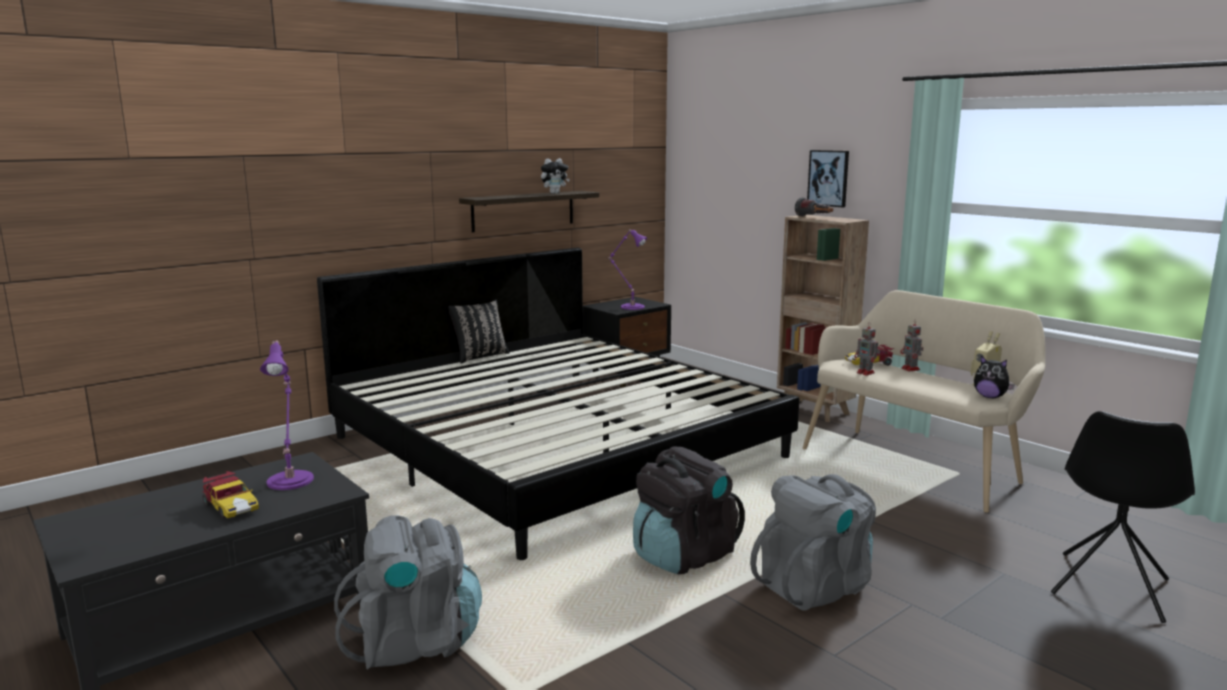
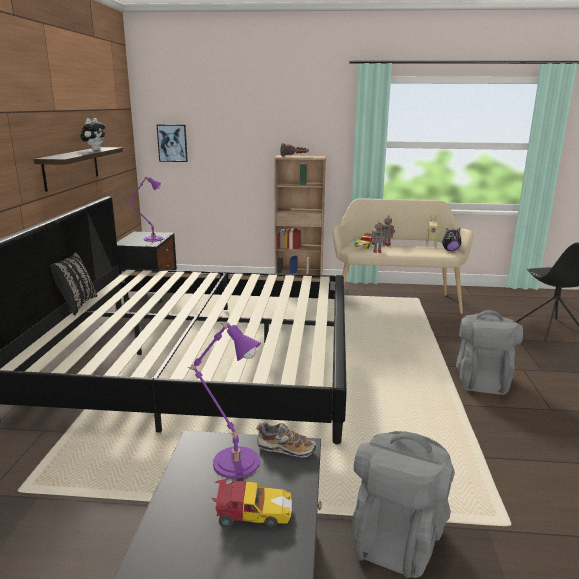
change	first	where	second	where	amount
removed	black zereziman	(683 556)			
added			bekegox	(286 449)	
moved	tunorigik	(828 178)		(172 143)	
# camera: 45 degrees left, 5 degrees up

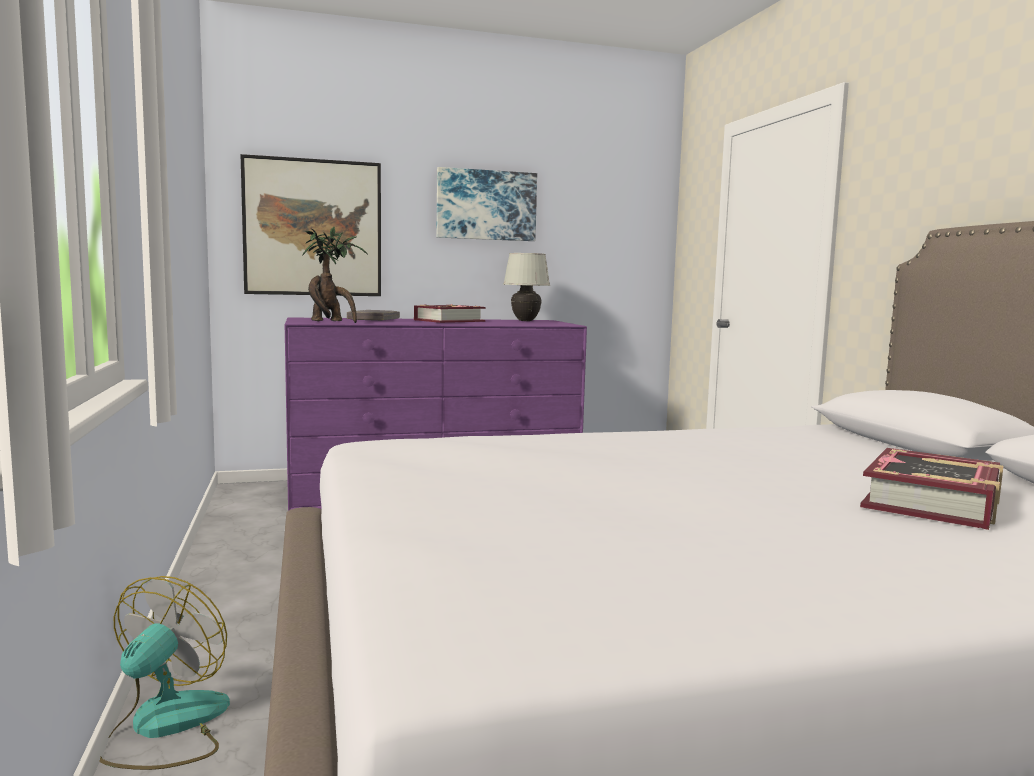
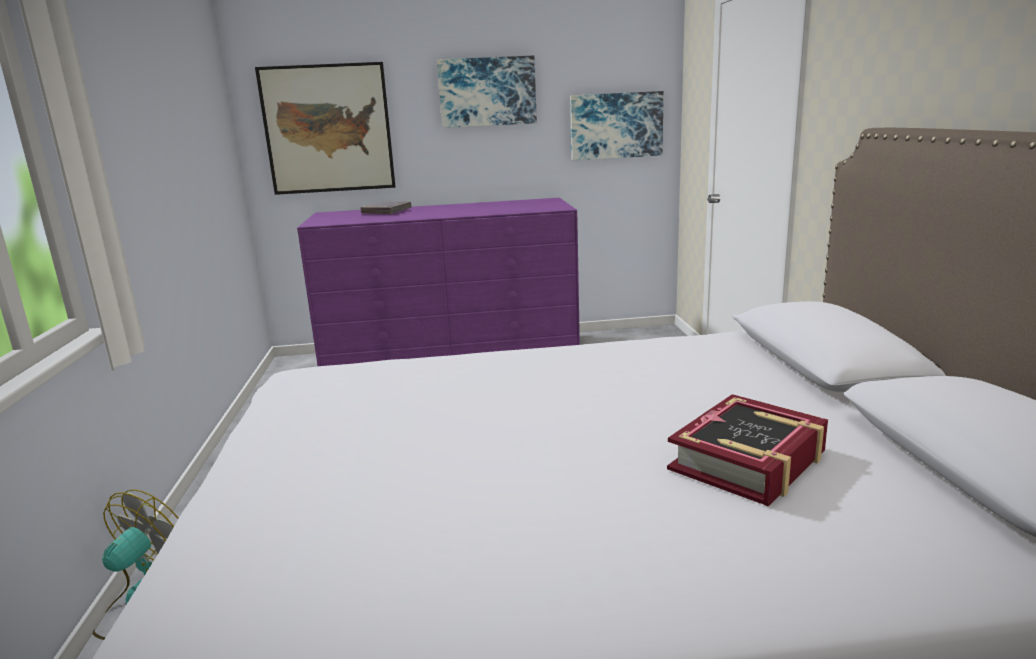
change	first	where	second	where	amount
removed	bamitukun	(331 322)			
removed	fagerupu	(449 321)			
removed	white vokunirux	(525 321)			
added			tunorigik	(616 125)	
# camera: 10 degrees right, 10 degrees up

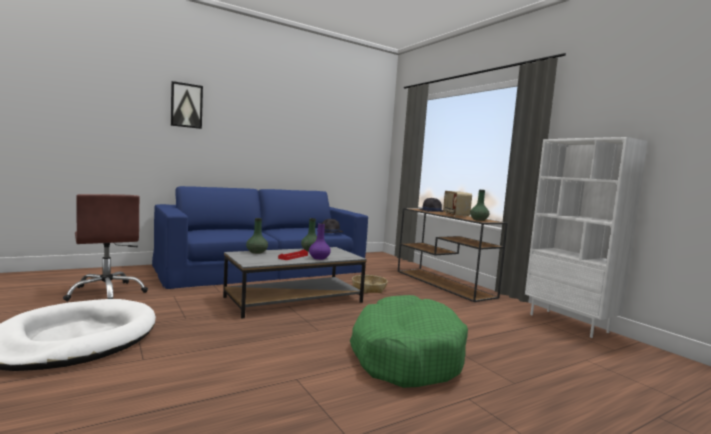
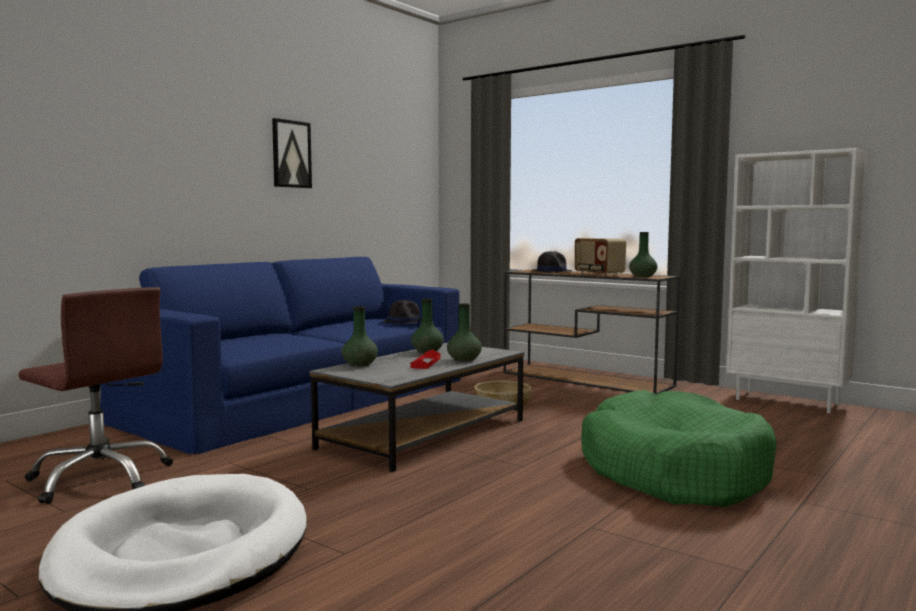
change	first	where	second	where	amount
moved	tunorigik	(186 105)		(291 154)	
recoloured	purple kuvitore	(319 258)	green kuvitore	(464 360)	
# camera: 20 degrees left, 0 degrees up

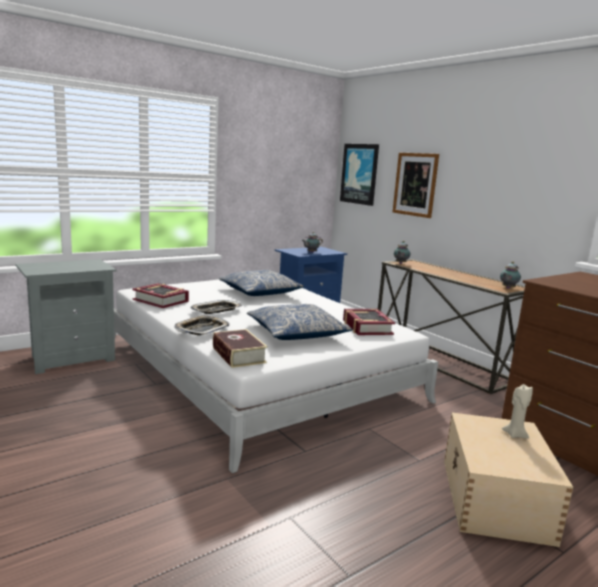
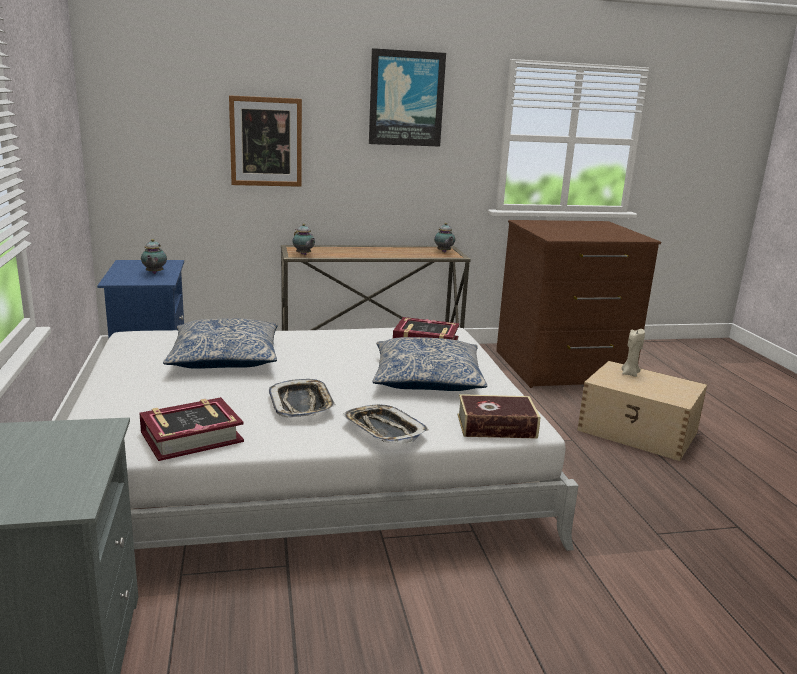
change	first	where	second	where	amount
moved	tunorigik	(359 174)		(406 98)	
# camera: 65 degrees left, 5 degrees up

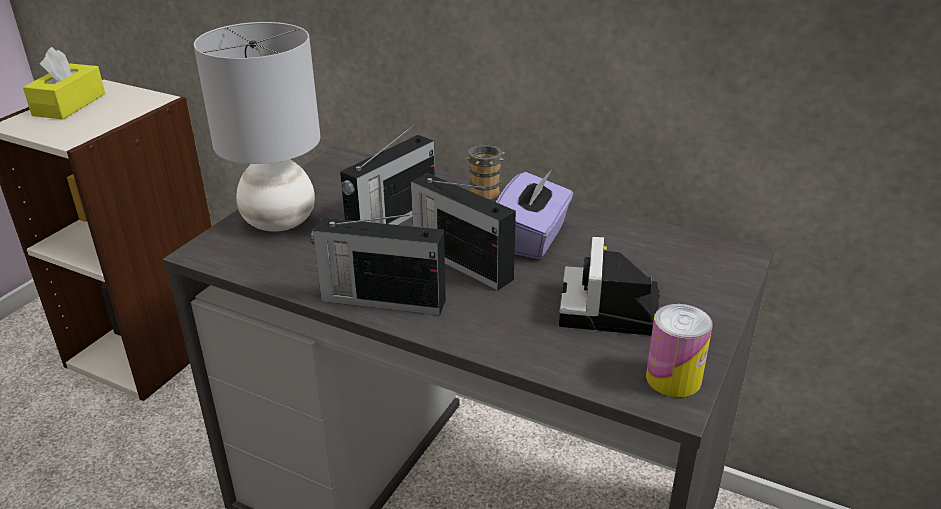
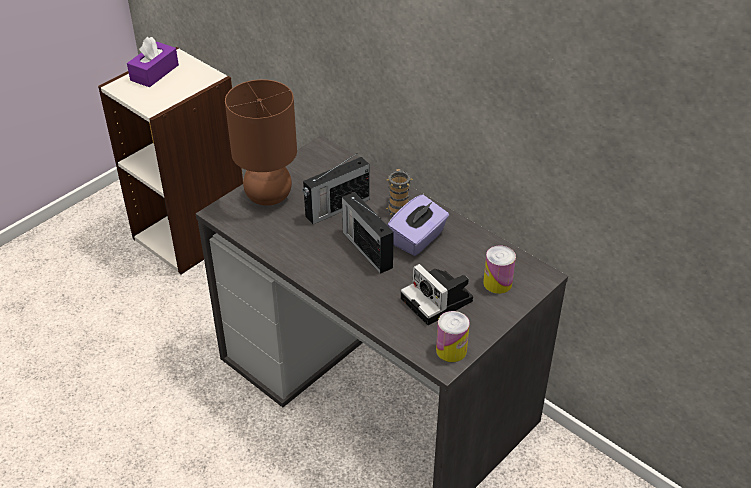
change	first	where	second	where	amount
removed	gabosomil	(381 300)			
added			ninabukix	(497 283)	
recoloured	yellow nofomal	(69 104)	purple nofomal	(154 73)	
recoloured	grey vokunirux	(278 220)	brown vokunirux	(268 196)	
turned	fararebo	(610 311)		(439 301)	60 degrees counterclockwise
# camera: 15 degrees right, 10 degrees up

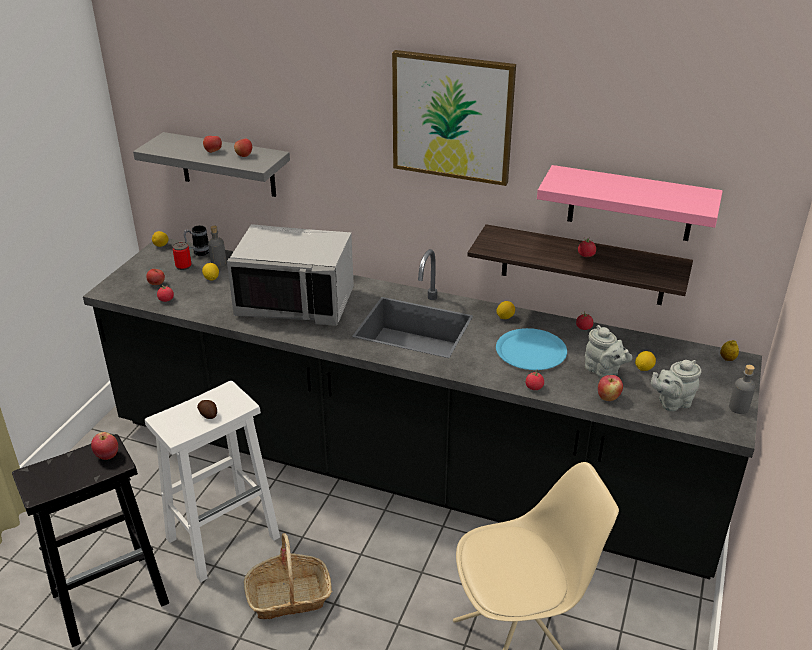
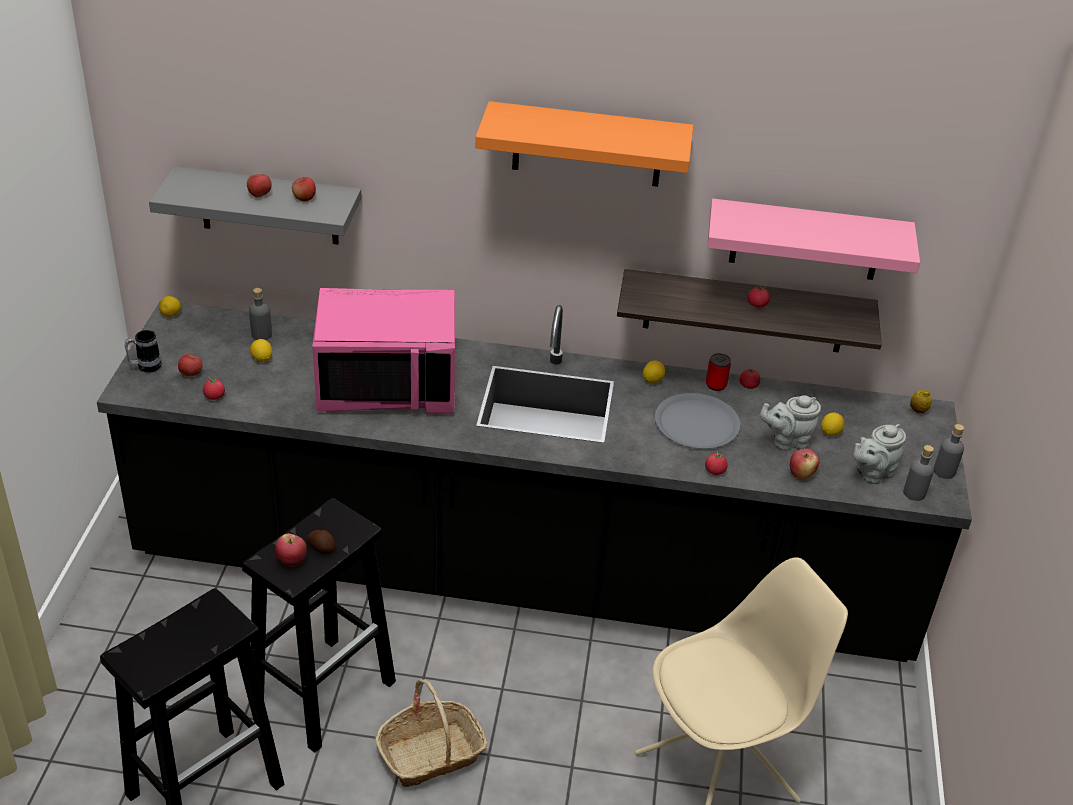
change	first	where	second	where	amount
added			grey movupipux	(914 493)	
moved	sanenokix	(107 455)		(292 561)	
moved	ninabukix	(183 266)		(716 385)	
moved	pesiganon	(198 253)		(145 367)	
replaced	tunorigik	(452 117)	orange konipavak	(587 145)	
recoloured	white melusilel	(224 537)	black melusilel	(325 691)	
recoloured	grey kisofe	(296 302)	pink kisofe	(387 383)	
recoloured	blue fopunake	(531 351)	grey fopunake	(696 423)	
turned	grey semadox	(603 371)		(787 441)	135 degrees clockwise
# camera: 15 degrees left, 5 degrees up

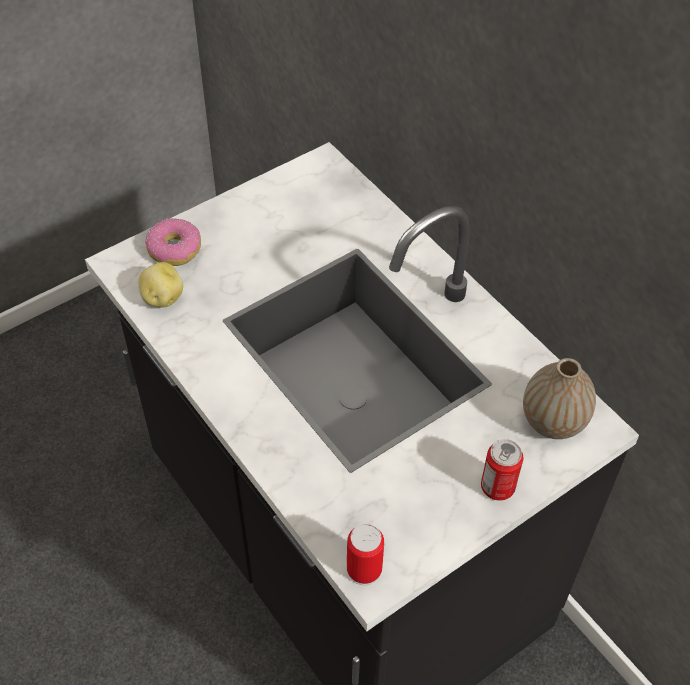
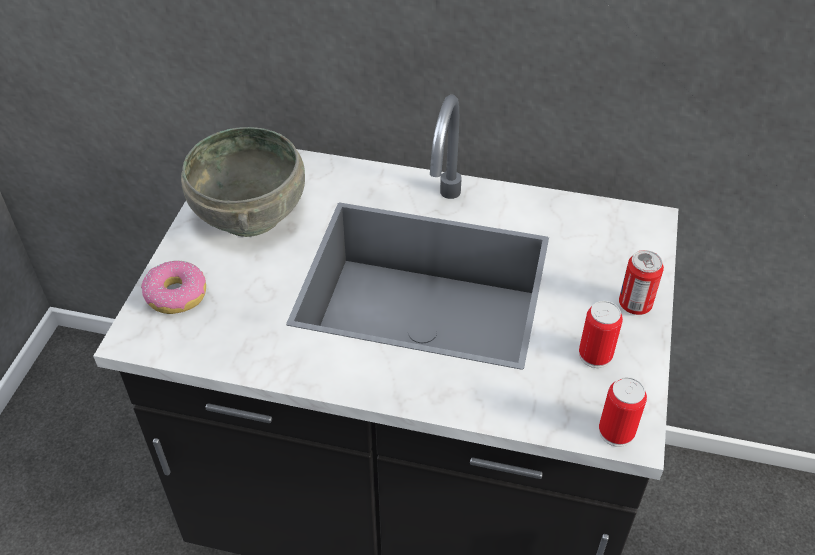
change	first	where	second	where	amount
removed	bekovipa	(162 298)			
removed	kuvitore	(553 422)			
added			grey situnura	(251 213)	
added			ninabukix	(595 355)	
# camera: 40 degrees left, 5 degrees down

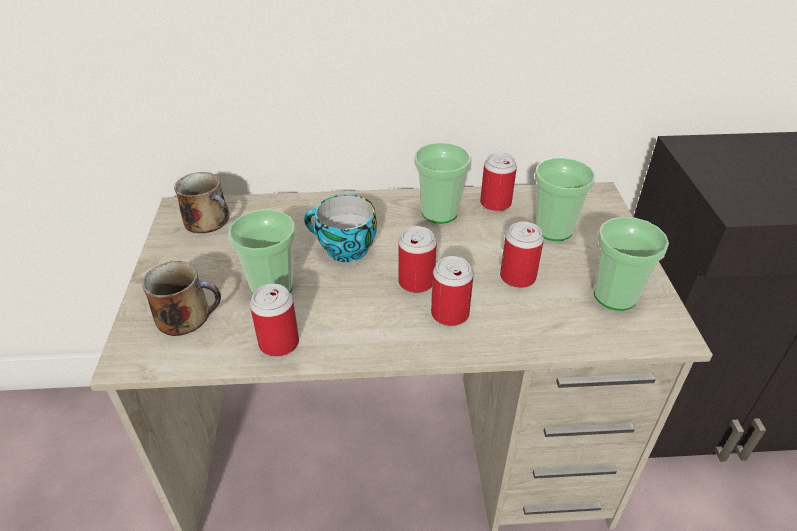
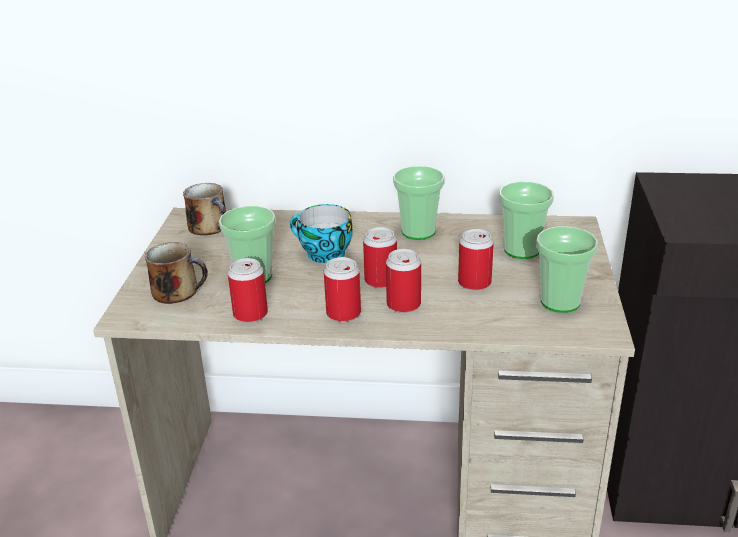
change	first	where	second	where	amount
moved	ninabukix	(495 203)		(343 313)	
# camera: 10 degrees right, 10 degrees down

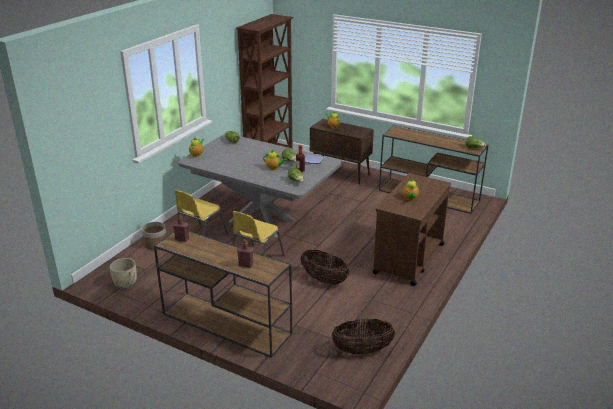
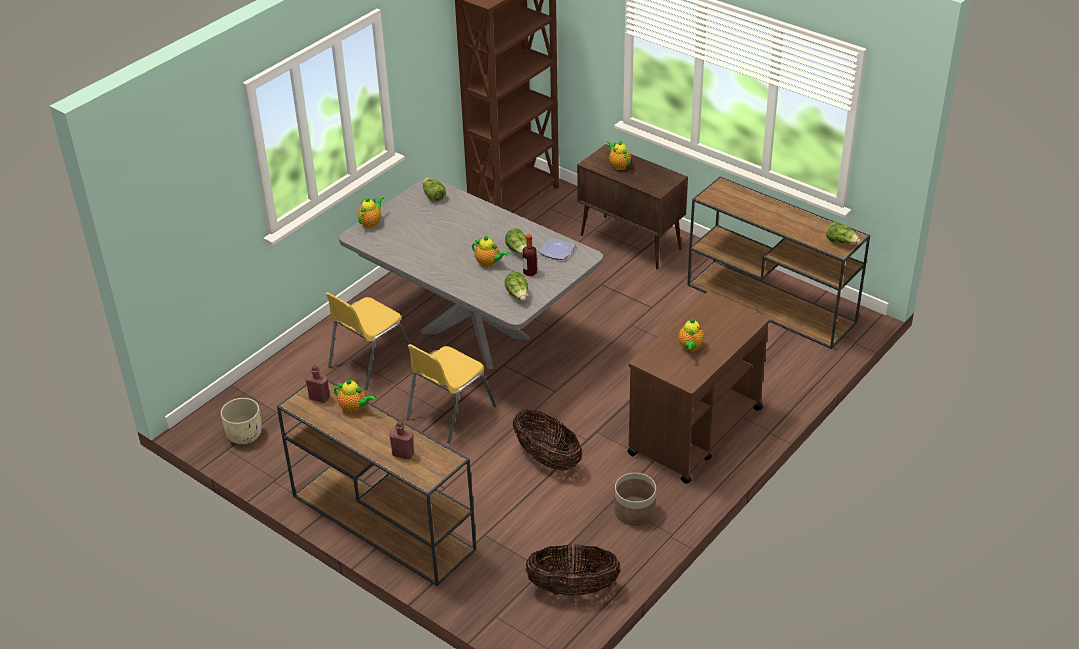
change	first	where	second	where	amount
added			semadox	(354 408)	
moved	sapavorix	(156 244)		(635 512)	
# camera: 10 degrees right, 10 degrees up

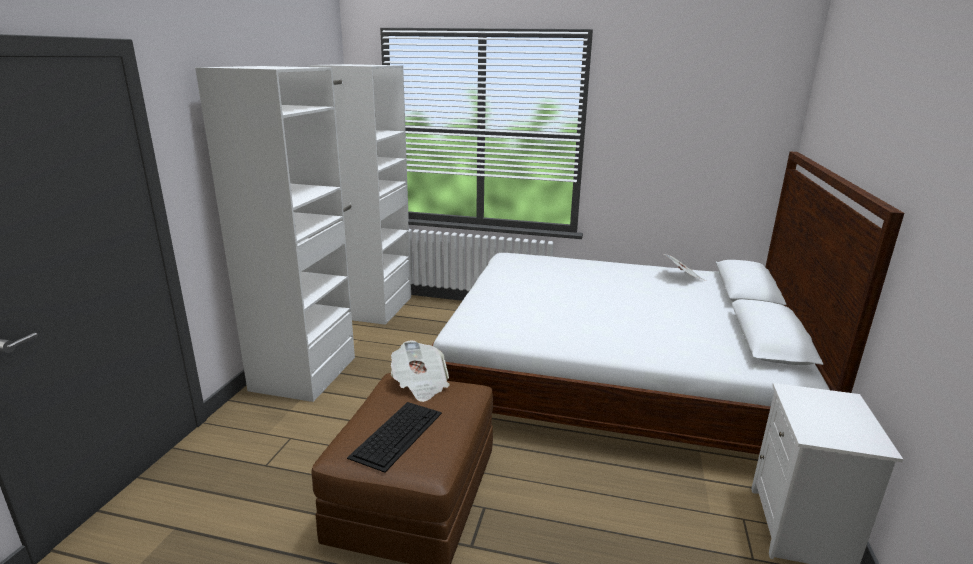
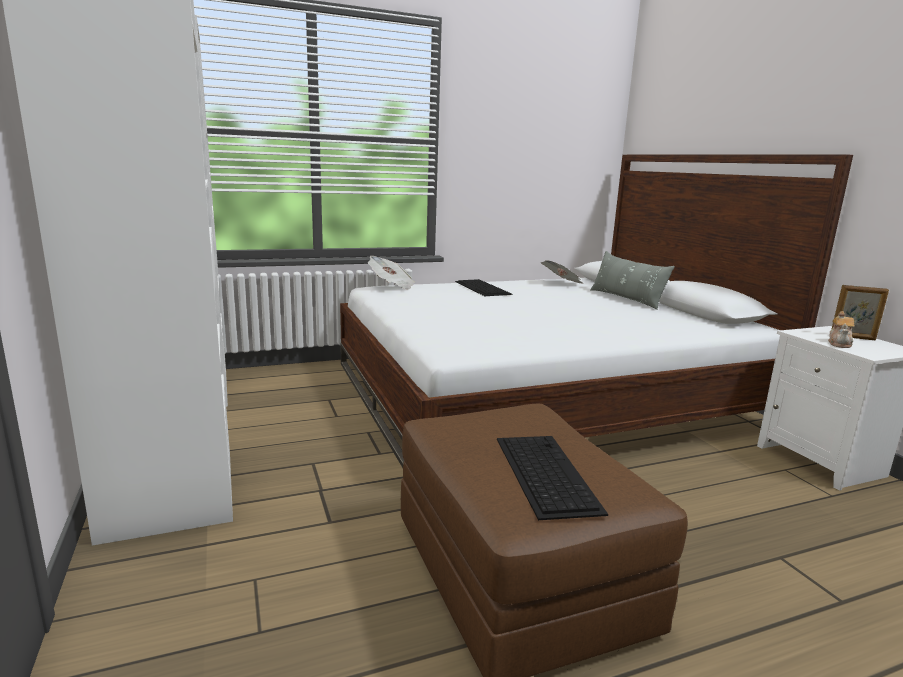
change	first	where	second	where	amount
added			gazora	(483 288)	
added			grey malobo	(626 299)	
added			semadox	(839 344)	
added			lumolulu	(853 337)	
moved	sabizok	(420 384)		(392 285)	
# camera: 35 degrees left, 5 degrees down

